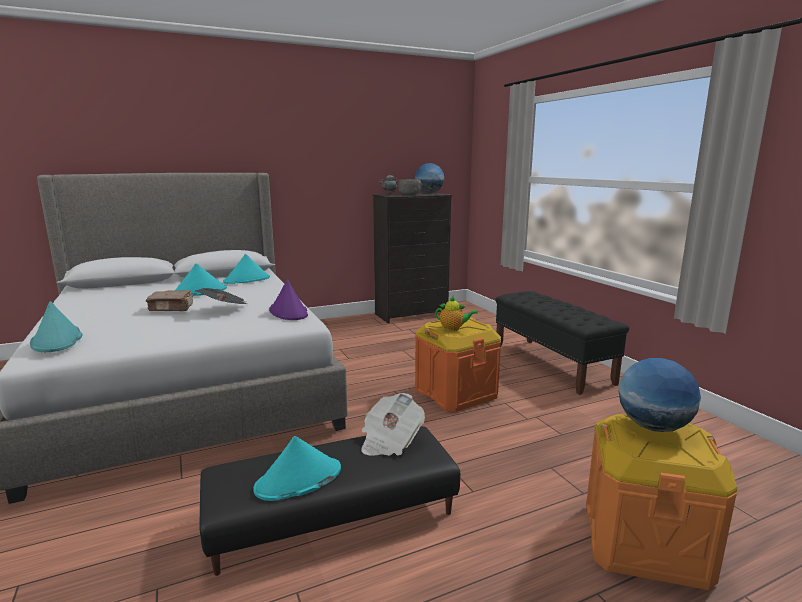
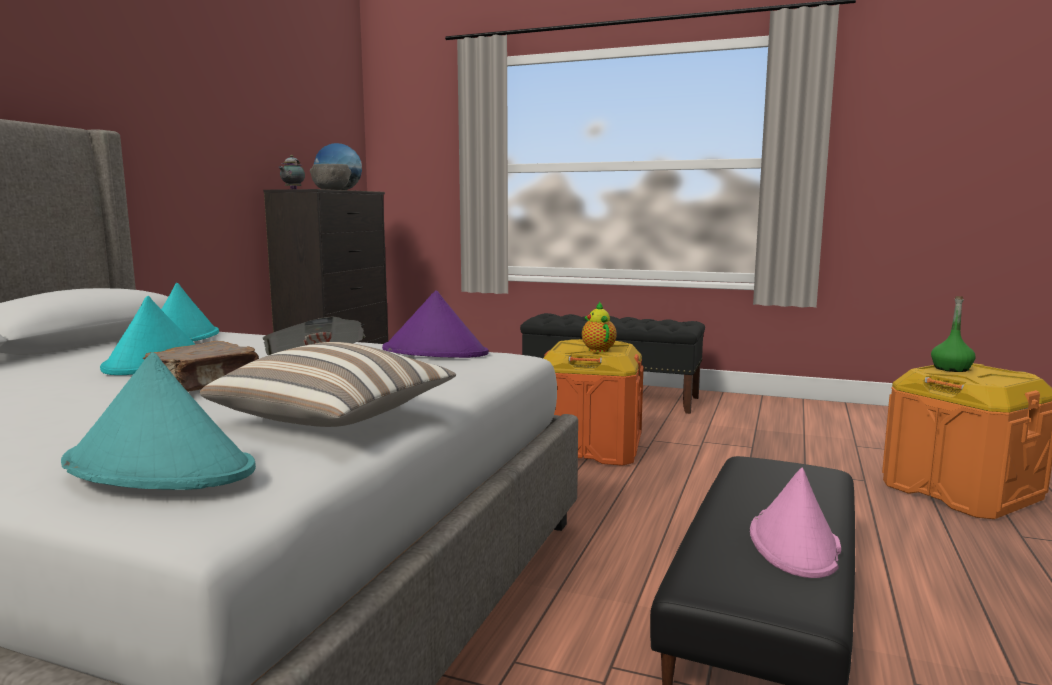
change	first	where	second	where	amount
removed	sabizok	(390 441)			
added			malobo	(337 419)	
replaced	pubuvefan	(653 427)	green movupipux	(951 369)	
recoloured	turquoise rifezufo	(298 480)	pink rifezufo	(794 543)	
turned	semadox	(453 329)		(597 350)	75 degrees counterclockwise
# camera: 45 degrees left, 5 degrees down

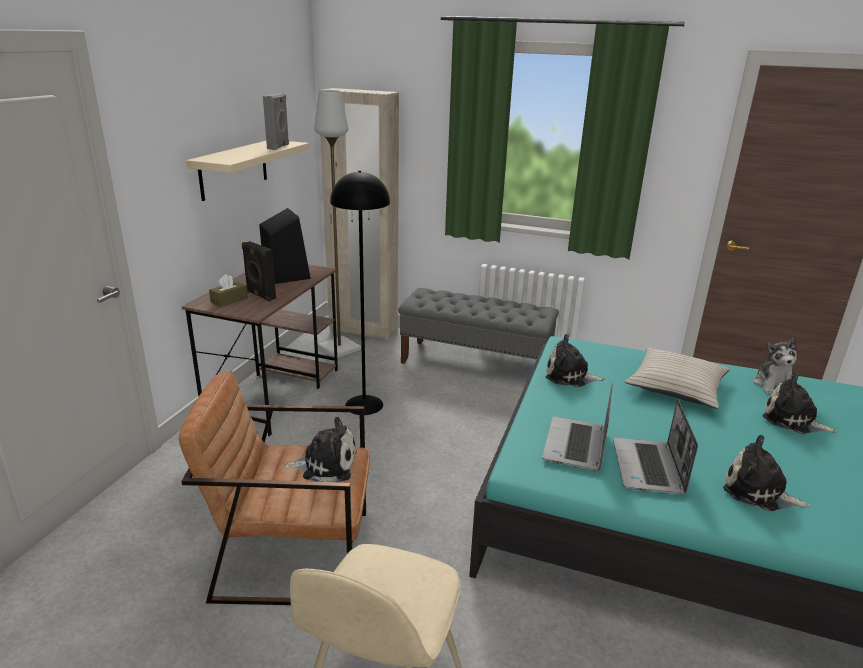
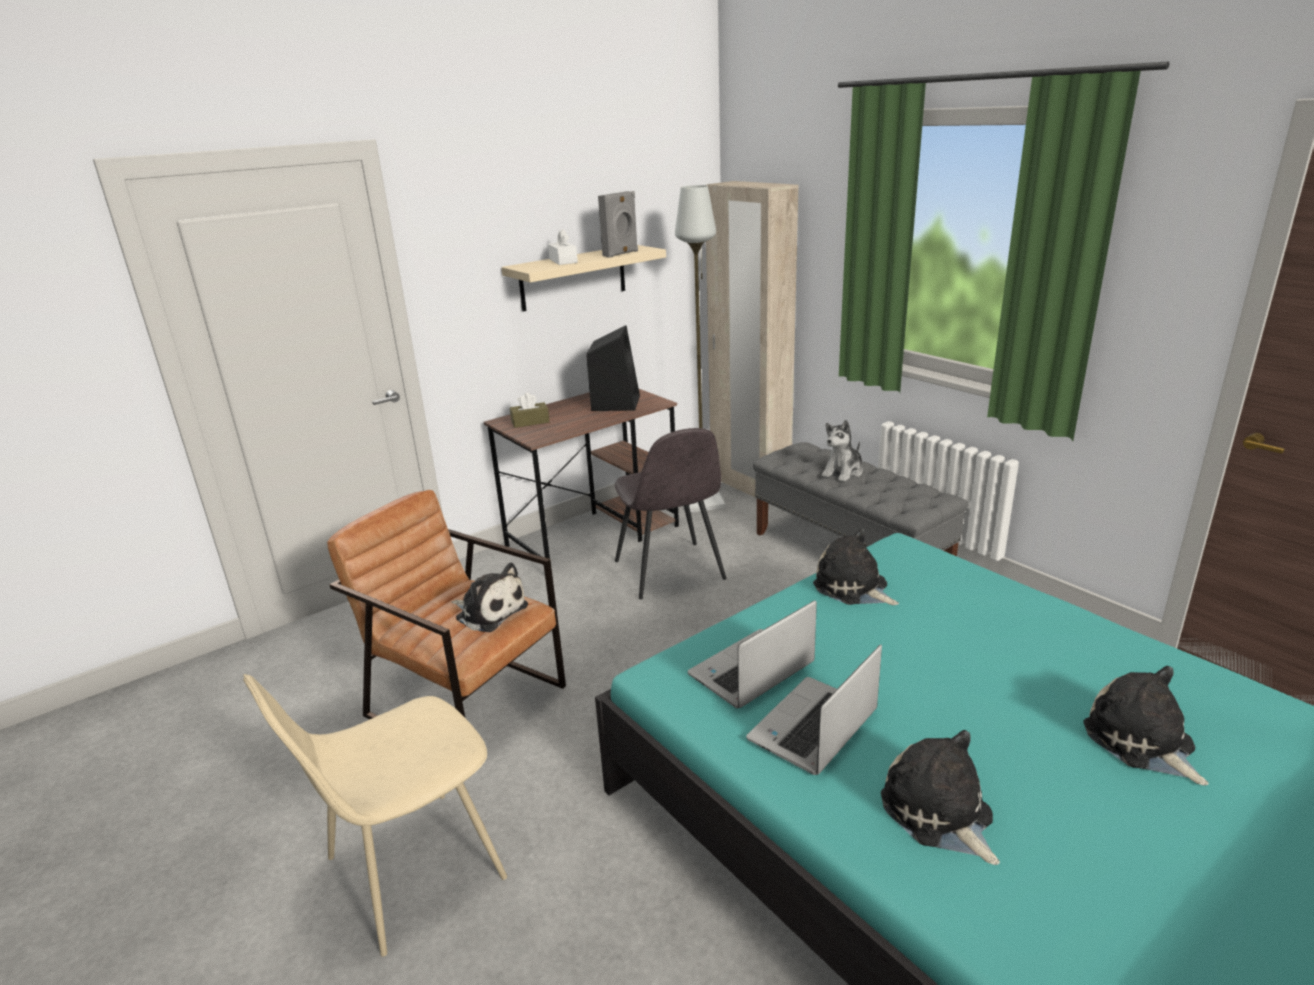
change	first	where	second	where	amount
removed	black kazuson	(260 295)			
removed	beige malobo	(676 387)			
added			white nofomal	(563 261)	
moved	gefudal	(772 385)		(843 472)	
replaced	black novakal	(364 405)	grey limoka	(670 572)	
# camera: 35 degrees right, 0 degrees up

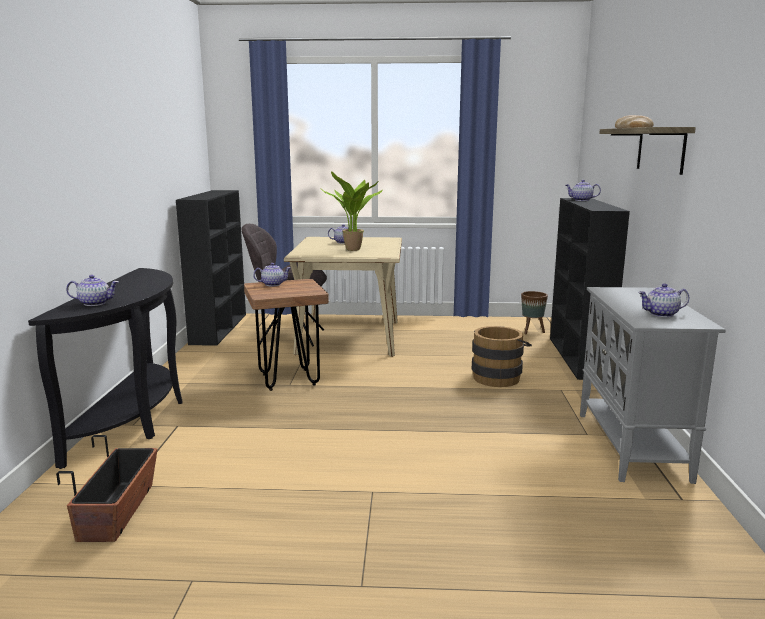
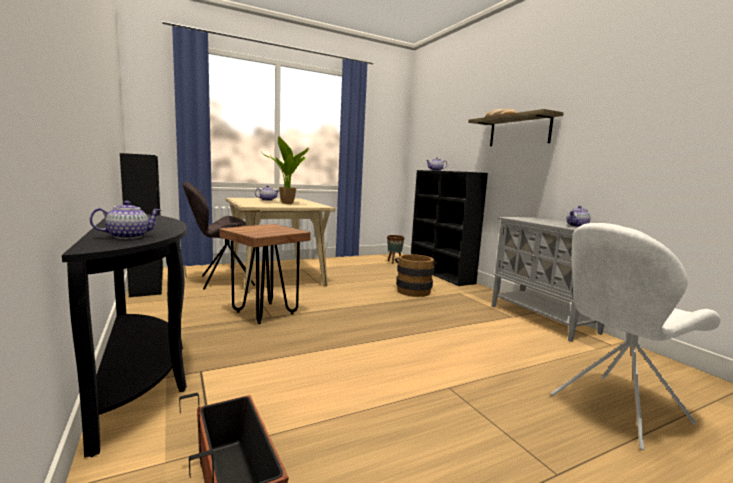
change	first	where	second	where	amount
removed	semadox	(273 284)			
added			white limoka	(616 410)	
# camera: 30 degrees left, 5 degrees down

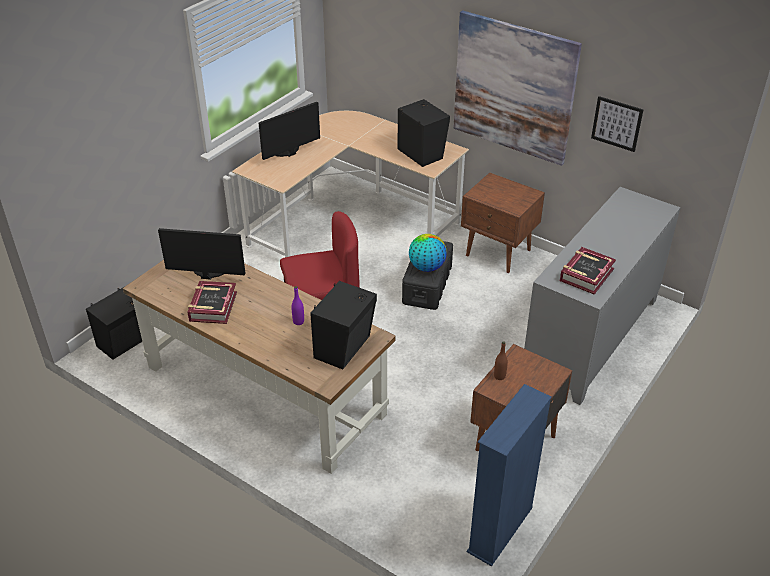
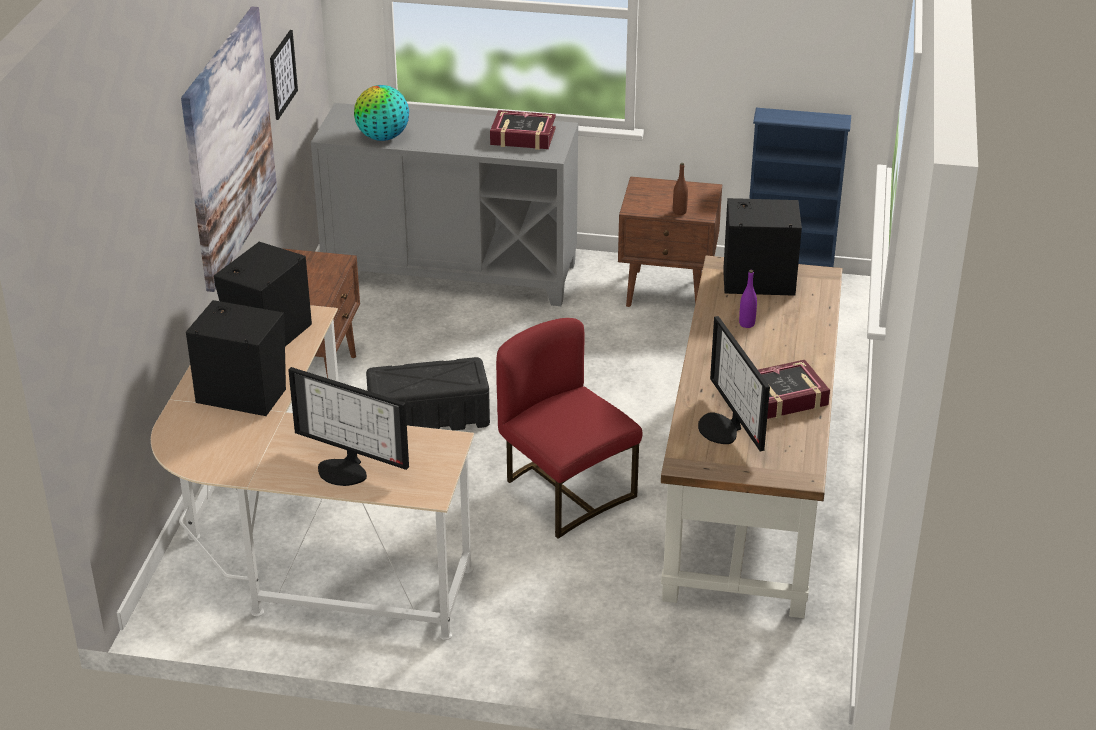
change	first	where	second	where	amount
moved	black kazuson	(126 342)		(241 393)	
moved	pubuvefan	(426 267)		(383 137)	
# camera: 115 degrees left, 5 degrees down

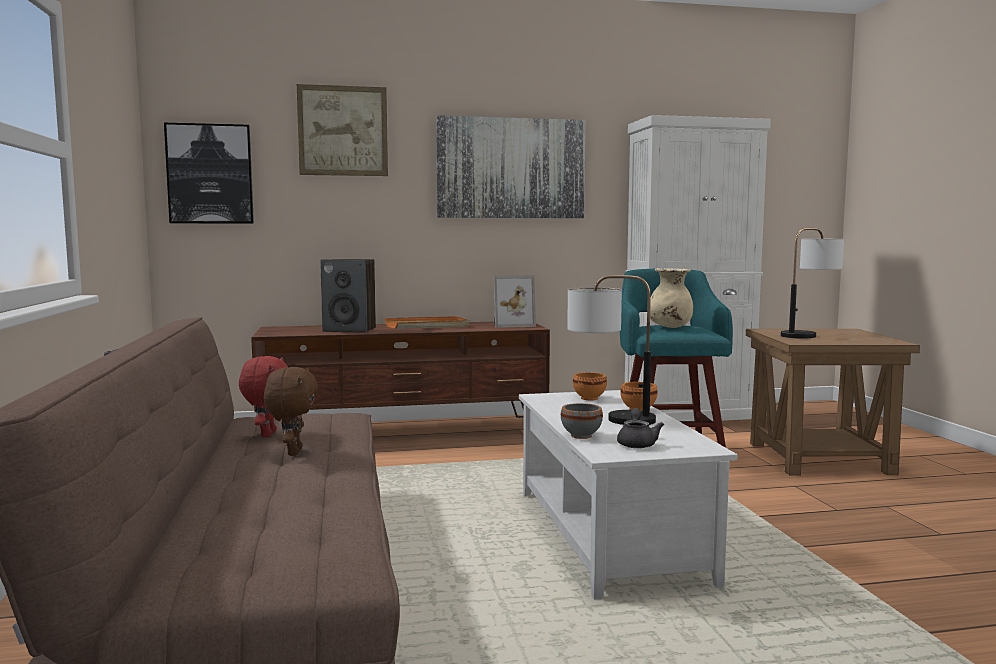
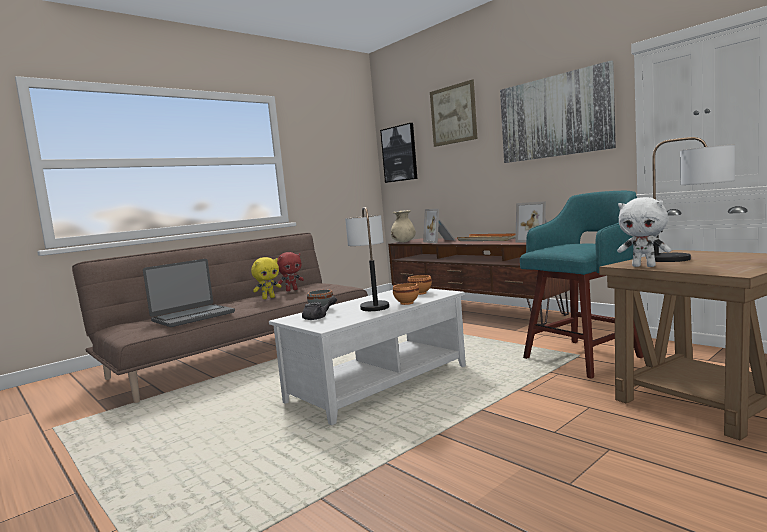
change	first	where	second	where	amount
added			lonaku	(192 317)	
added			white gefudal	(644 266)	
moved	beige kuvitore	(669 327)		(403 242)	
replaced	kazuson	(350 330)	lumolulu	(440 241)	
recoloured	brown gefudal	(293 452)	yellow gefudal	(268 298)	
# camera: 60 degrees right, 0 degrees up

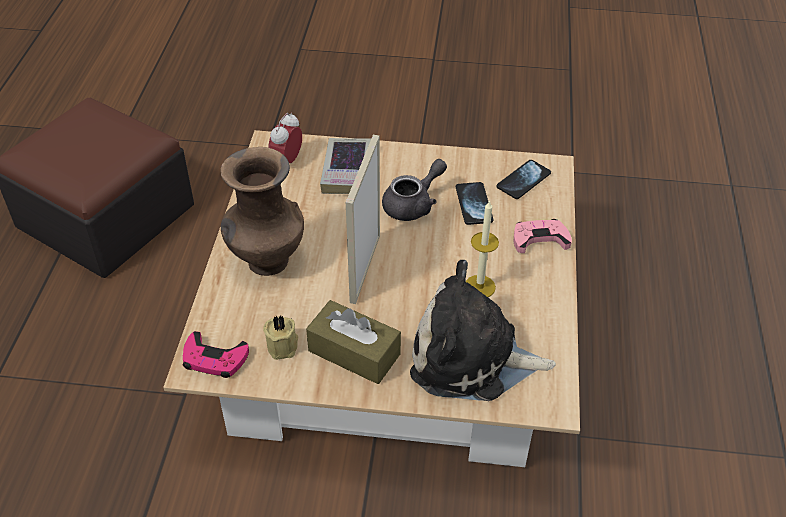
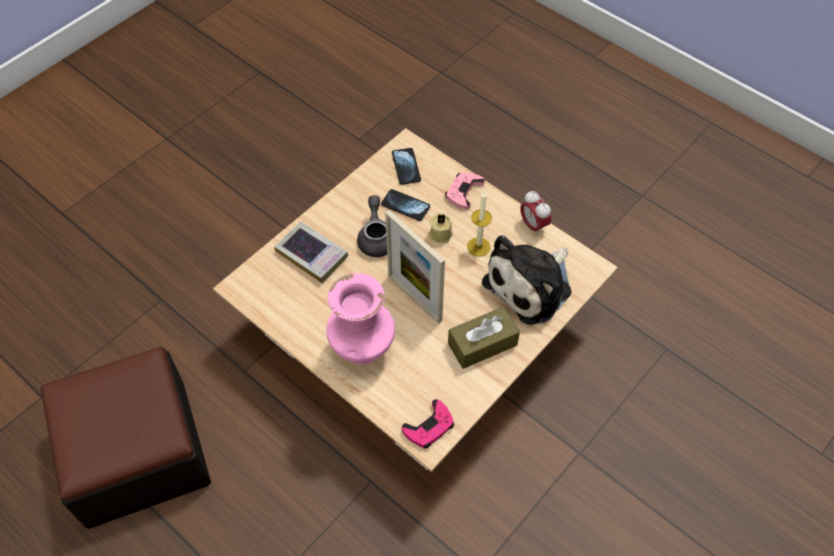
change	first	where	second	where	amount
moved	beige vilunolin	(283 346)		(440 233)	
moved	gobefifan	(287 160)		(533 225)	
recoloured	brown kuvitore	(266 262)	pink kuvitore	(363 351)	
# camera: 55 degrees left, 10 degrees up

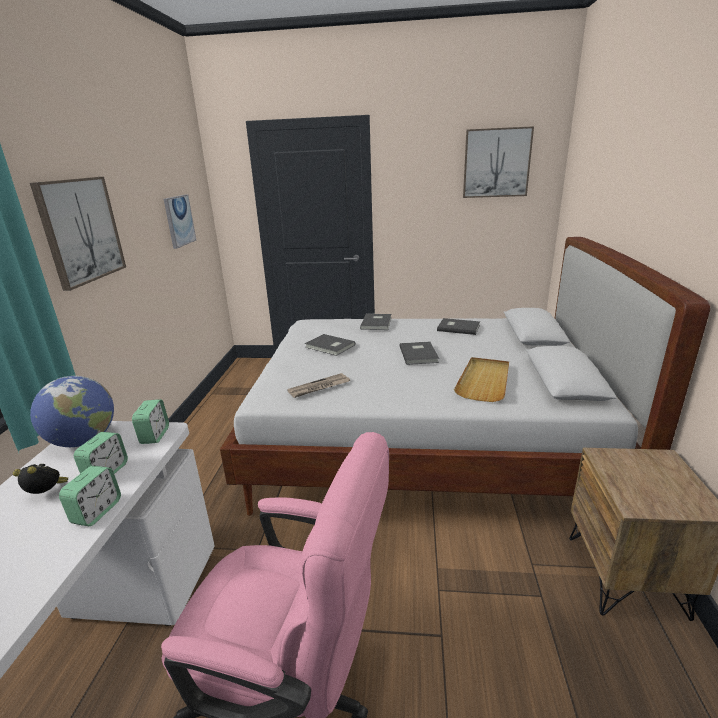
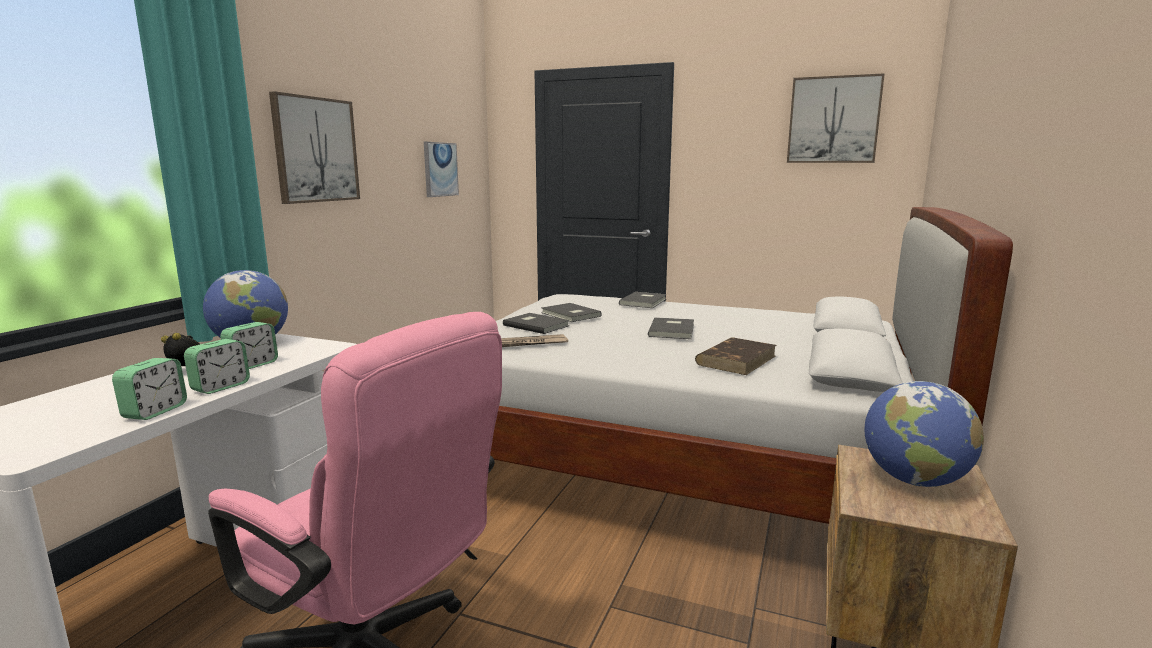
change	first	where	second	where	amount
added			pubuvefan	(914 480)	
moved	gobefifan	(155 435)		(155 411)	
moved	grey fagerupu	(458 327)		(536 325)	
replaced	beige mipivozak	(484 381)	brown fagerupu	(736 360)	
# camera: 15 degrees right, 10 degrees down

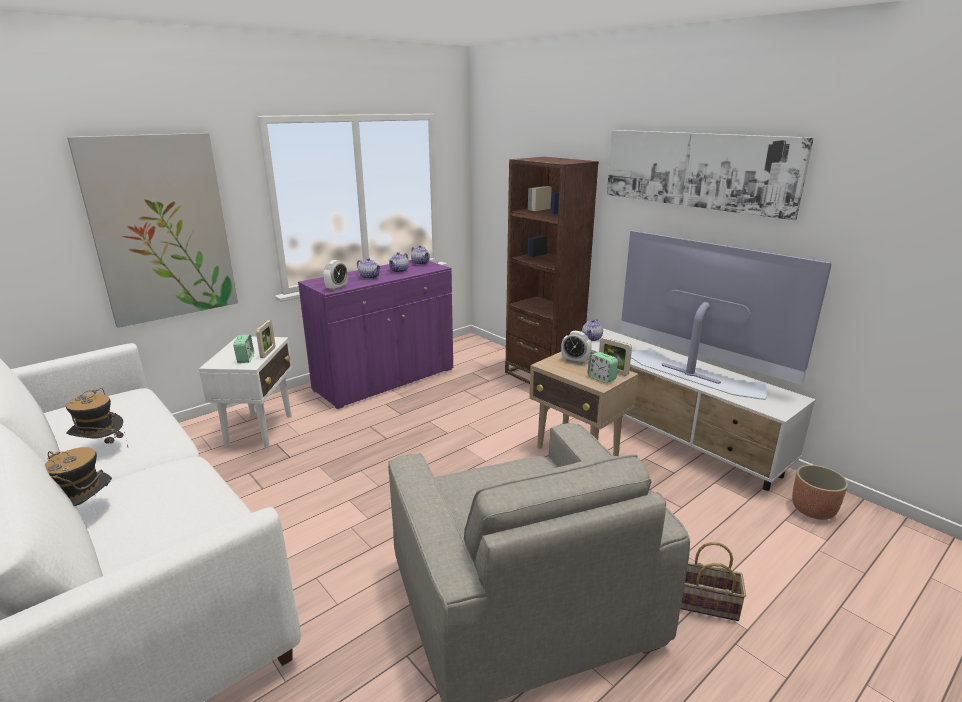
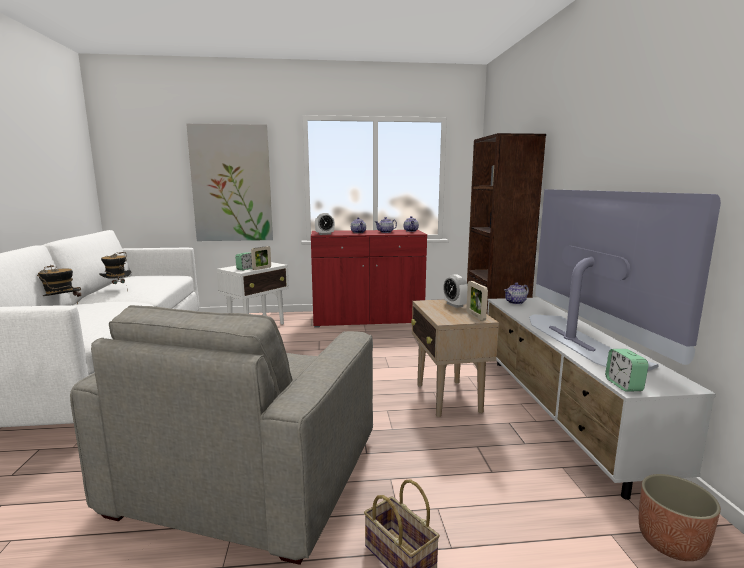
change	first	where	second	where	amount
removed	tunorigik	(696 170)			
moved	gobefifan	(601 378)		(623 385)	
recoloured	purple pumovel	(385 380)	red pumovel	(367 319)	
# camera: 35 degrees right, 10 degrees down

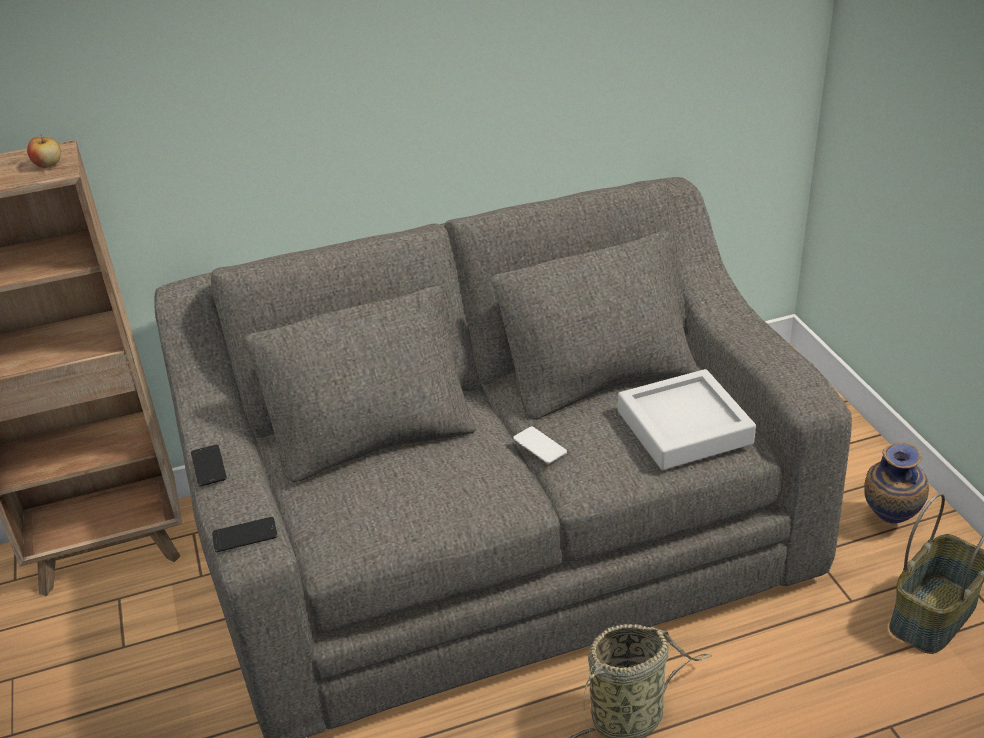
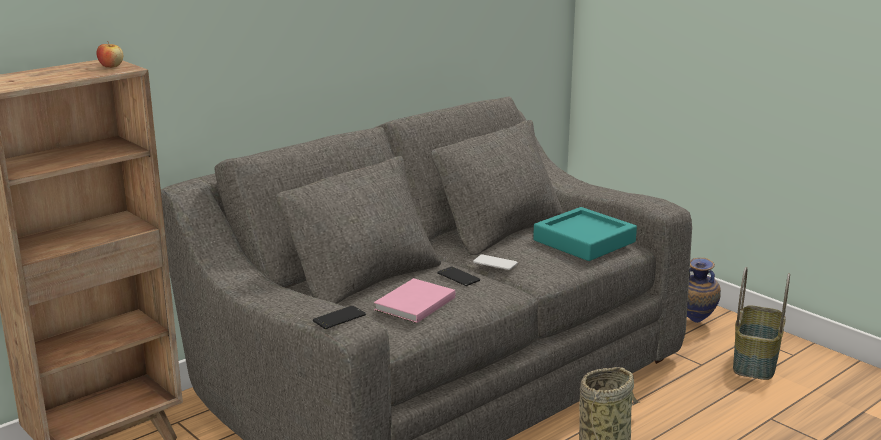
change	first	where	second	where	amount
added			pink fagerupu	(413 304)	
moved	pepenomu	(208 466)		(458 277)	
recoloured	grey mipivozak	(684 427)	turquoise mipivozak	(584 241)	
# camera: 25 degrees left, 15 degrees down

